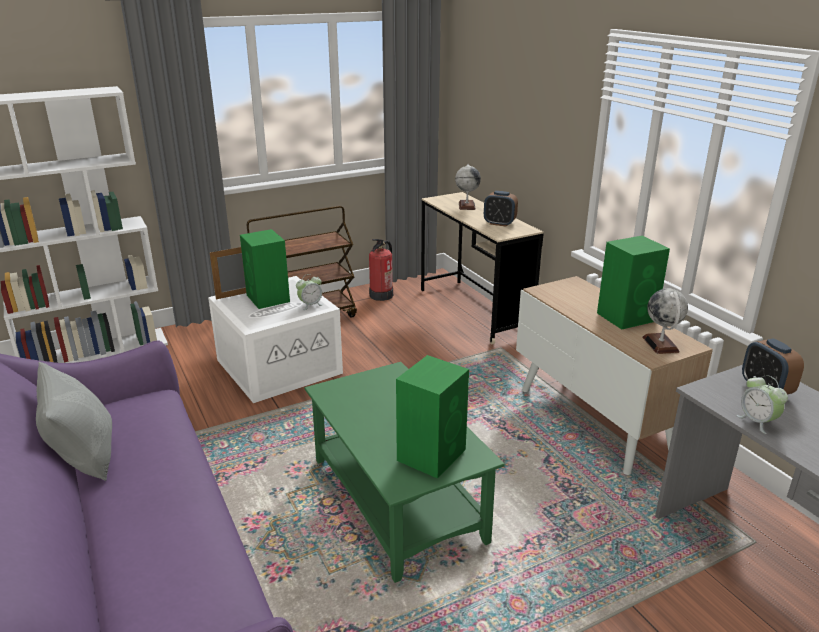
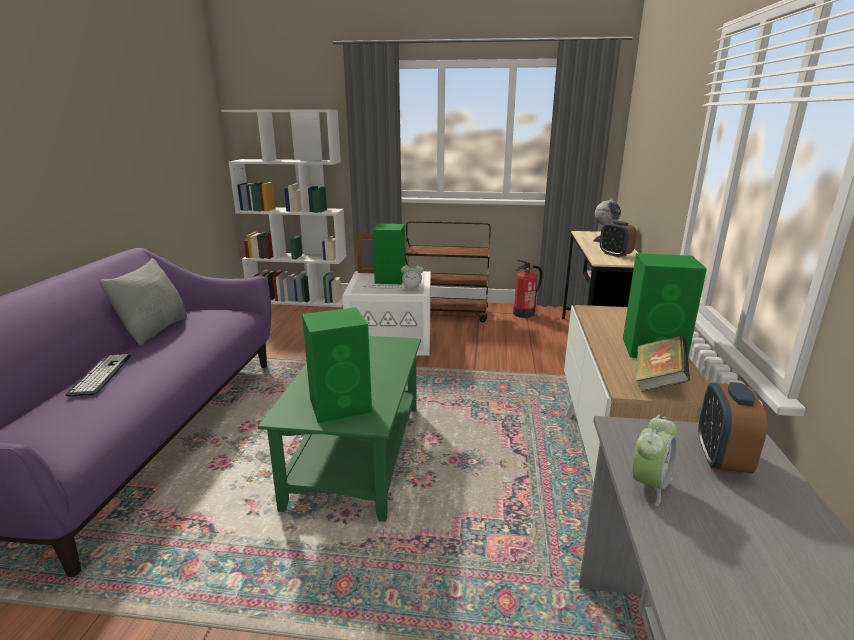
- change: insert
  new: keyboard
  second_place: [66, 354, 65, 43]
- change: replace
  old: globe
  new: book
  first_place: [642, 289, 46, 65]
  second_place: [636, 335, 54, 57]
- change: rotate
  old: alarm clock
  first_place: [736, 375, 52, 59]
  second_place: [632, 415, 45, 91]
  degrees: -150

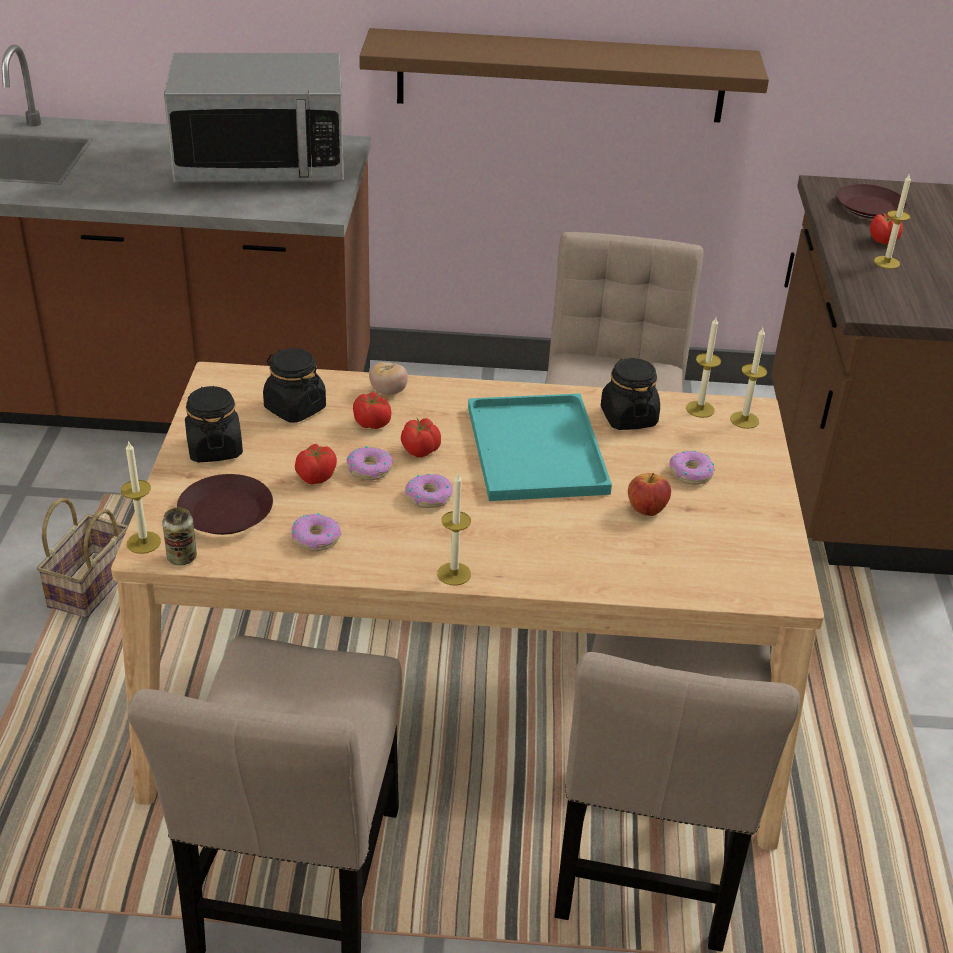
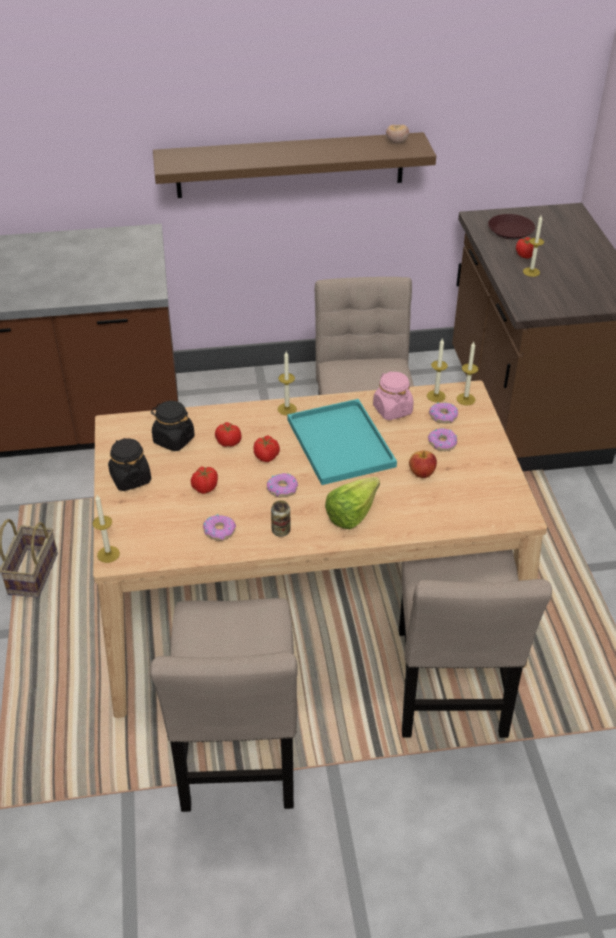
- change: delete
  old: microwave
  first_place: [164, 53, 180, 130]
- change: delete
  old: brown plate
  first_place: [177, 474, 96, 61]
- change: insert
  new: lettuce
  second_place: [325, 477, 55, 53]
- change: move
  old: can
  first_place: [162, 508, 35, 57]
  second_place: [271, 500, 20, 37]
- change: move
  old: donut
  first_place: [347, 446, 47, 34]
  second_place: [429, 402, 29, 21]
- change: move
  old: tomato
  first_place: [369, 362, 39, 33]
  second_place: [386, 124, 23, 19]
- change: move
  old: candle
  first_place: [437, 474, 34, 112]
  second_place: [278, 351, 19, 64]
- change: recolor
  old: black jar
  new: pink jar
  first_place: [601, 358, 59, 72]
  second_place: [373, 371, 41, 49]

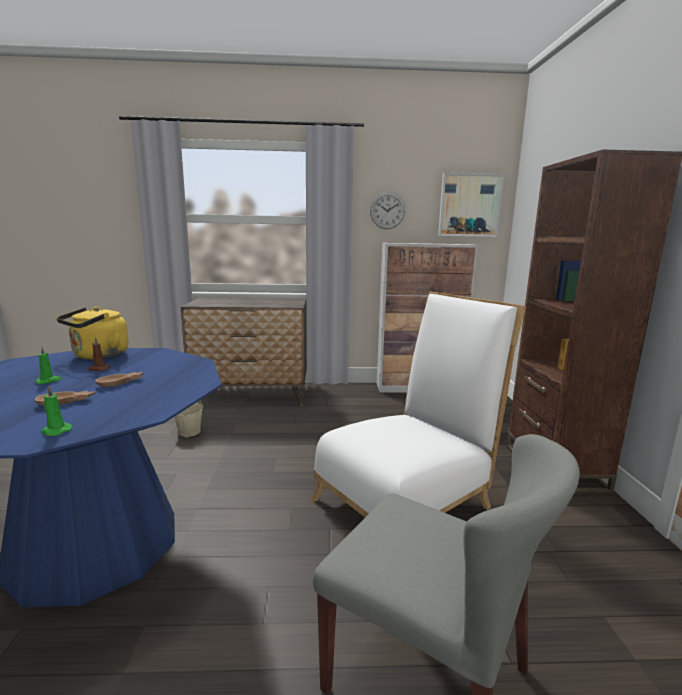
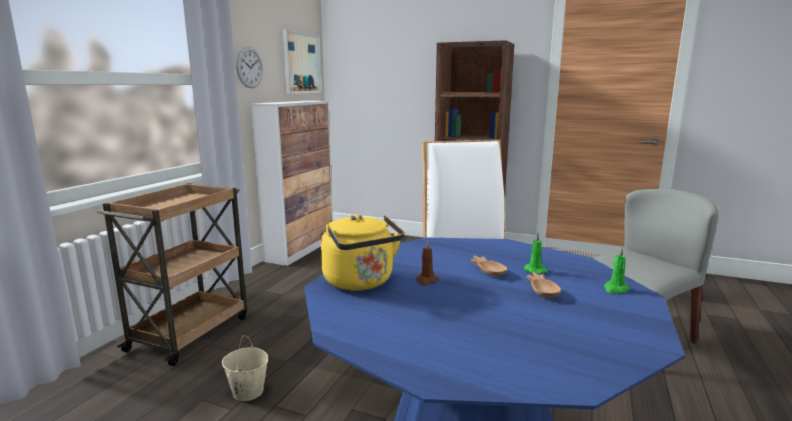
- change: move
  old: green candle
  first_place: [35, 347, 27, 37]
  second_place: [524, 233, 23, 41]
- change: replace
  old: dresser
  new: brown cart
  first_place: [181, 298, 126, 108]
  second_place: [96, 183, 151, 183]

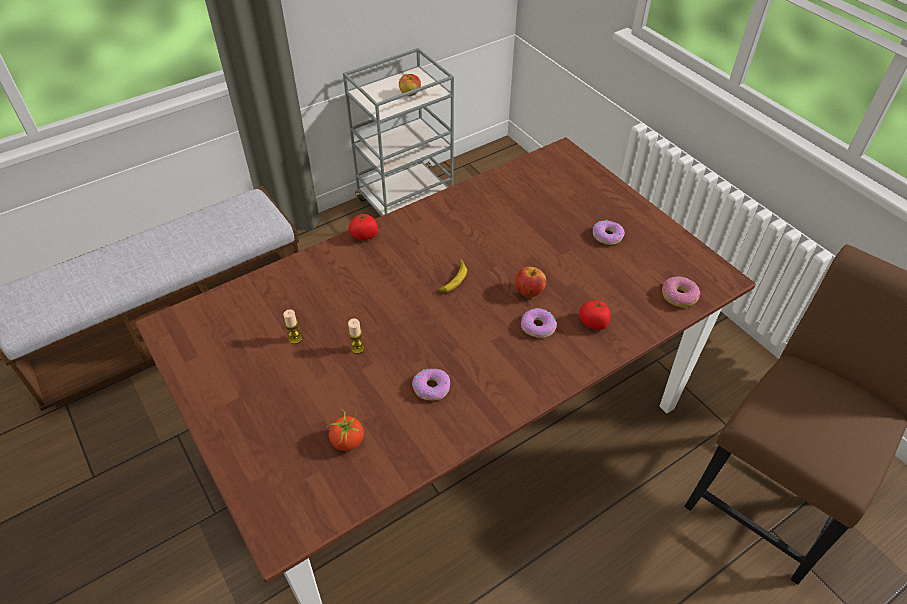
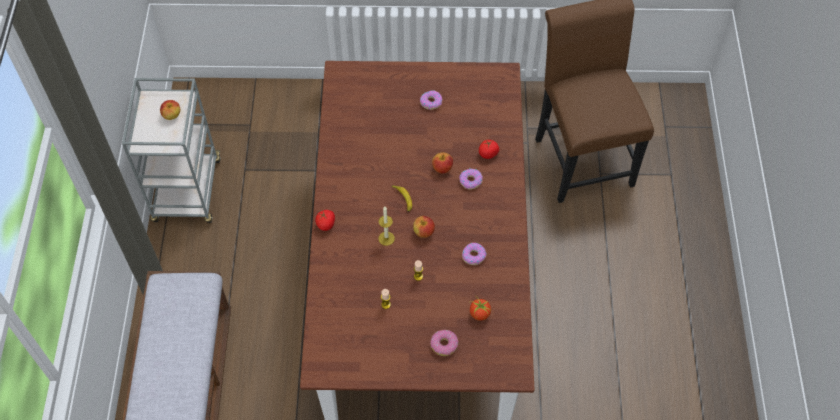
- change: insert
  new: candle
  second_place: [378, 207, 17, 39]
- change: insert
  new: apple
  second_place: [413, 216, 22, 22]
- change: move
  old: donut
  first_place: [662, 277, 38, 30]
  second_place: [430, 330, 29, 26]

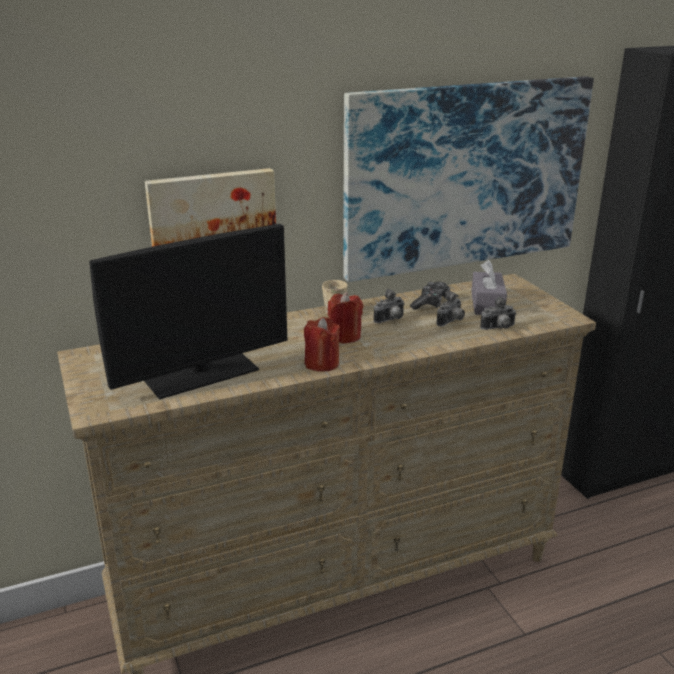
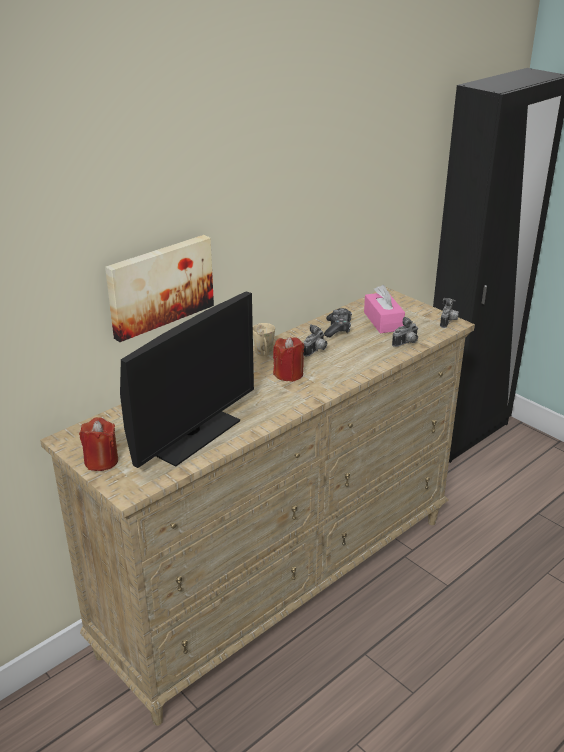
- change: delete
  old: picture
  first_place: [343, 76, 251, 206]
- change: move
  old: red candle
  first_place: [304, 317, 36, 55]
  second_place: [79, 417, 39, 54]
- change: move
  old: photo camera
  first_place: [436, 291, 29, 35]
  second_place: [440, 298, 19, 30]
- change: recolor
  old: grey tissue box
  new: pink tissue box
  first_place: [471, 260, 36, 55]
  second_place: [364, 285, 41, 48]

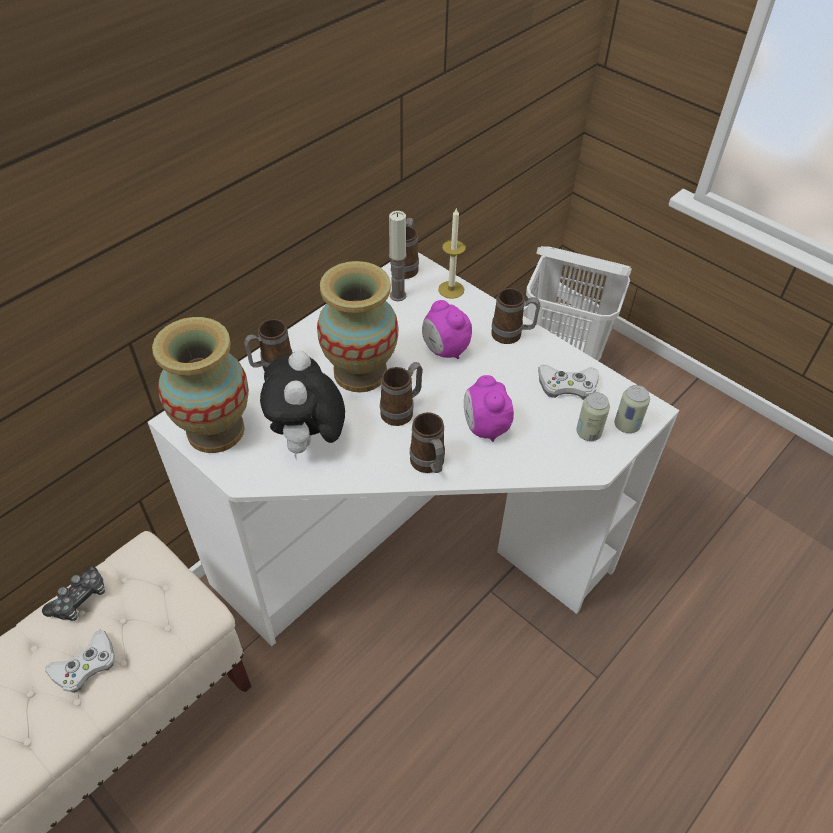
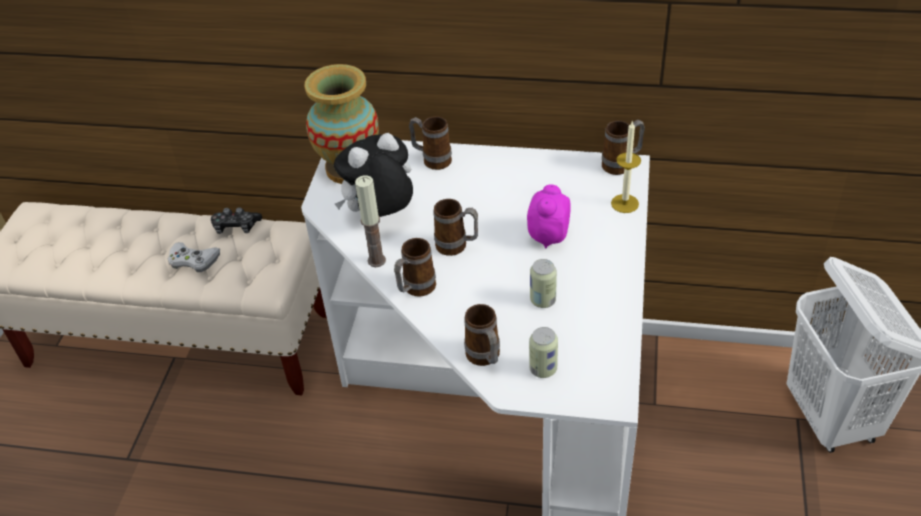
- change: delete
  old: vase
  first_place: [317, 261, 82, 131]
- change: delete
  old: alarm clock
  first_place: [464, 375, 50, 67]
- change: delete
  old: white game controller
  first_place: [538, 365, 61, 35]
- change: move
  old: candle
  first_place: [389, 211, 18, 90]
  second_place: [355, 175, 31, 92]
- change: move
  old: mug
  first_place: [491, 288, 49, 56]
  second_place: [464, 304, 36, 62]
- change: move
  old: can
  first_place: [614, 385, 36, 48]
  second_place: [530, 259, 27, 49]

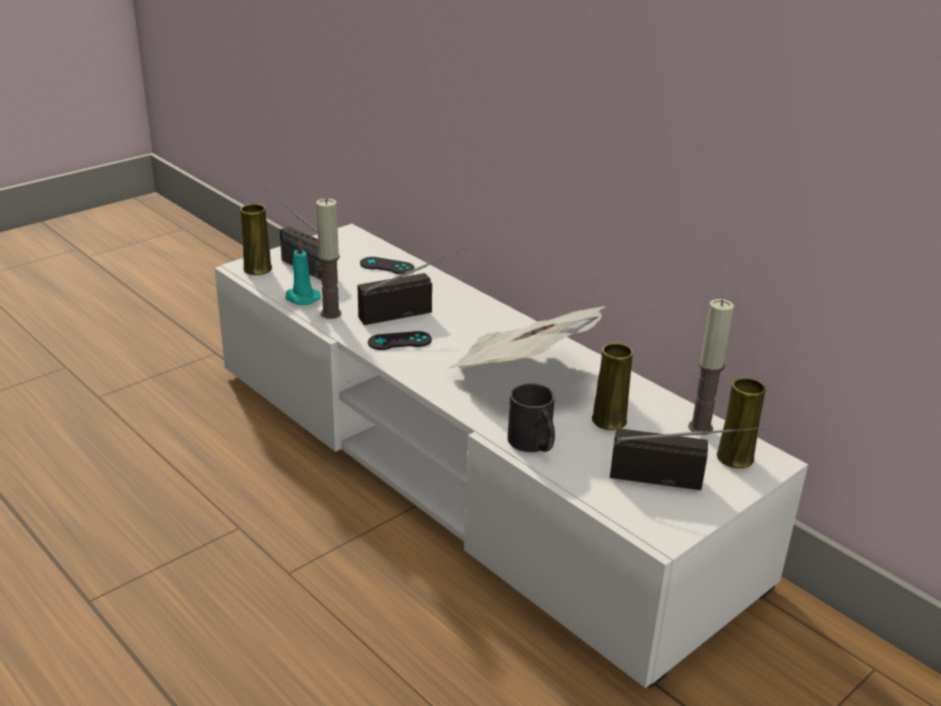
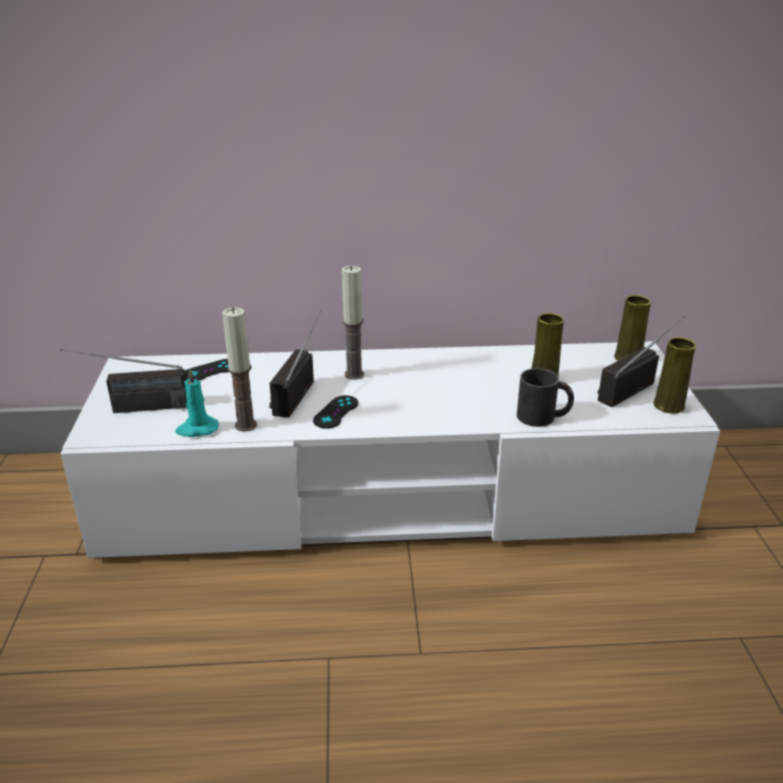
- change: delete
  old: newspaper
  first_place: [448, 306, 158, 63]
- change: move
  old: yellow vase
  first_place: [240, 204, 32, 71]
  second_place: [654, 337, 42, 77]
- change: move
  old: candle
  first_place: [688, 299, 46, 136]
  second_place: [342, 266, 22, 113]

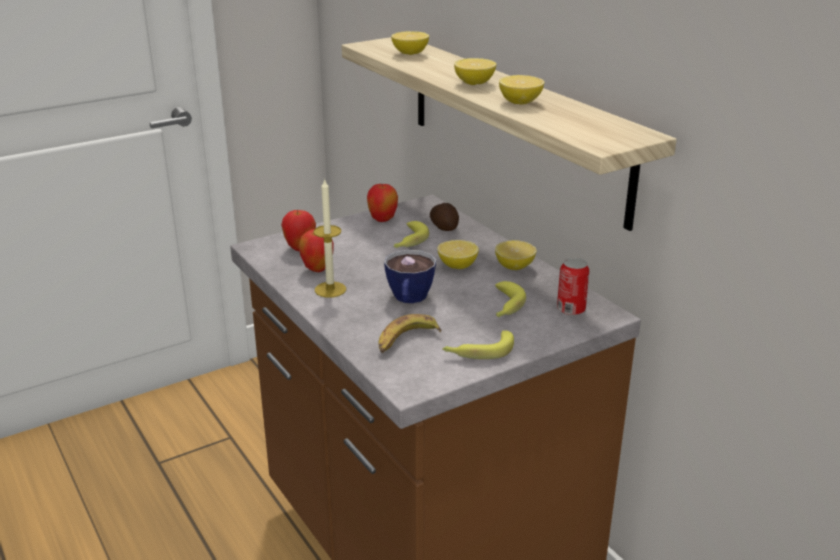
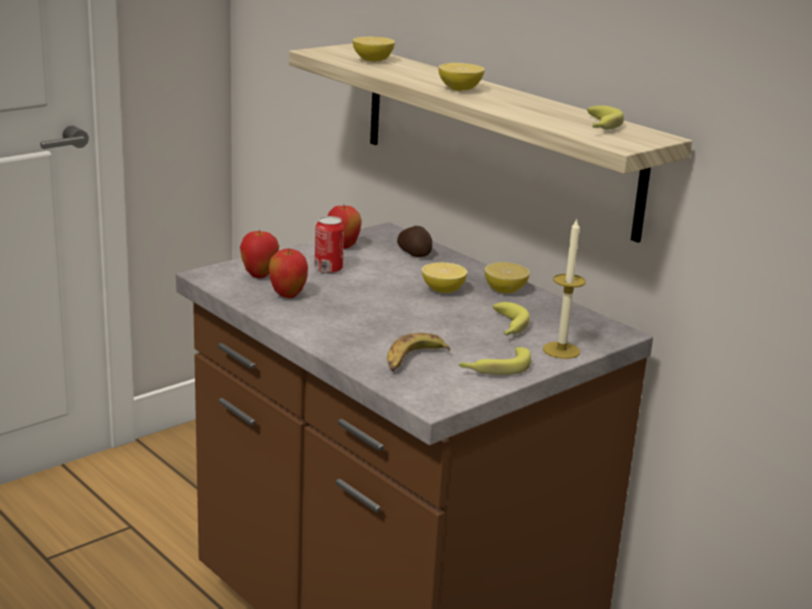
- change: delete
  old: cup
  first_place: [384, 250, 52, 53]
- change: delete
  old: lemon
  first_place: [499, 75, 45, 29]
- change: move
  old: candle
  first_place: [313, 178, 33, 120]
  second_place: [543, 218, 43, 141]
- change: move
  old: banana
  first_place: [394, 221, 35, 27]
  second_place: [587, 105, 37, 25]
- change: move
  old: can
  first_place: [557, 257, 32, 59]
  second_place: [315, 216, 29, 58]

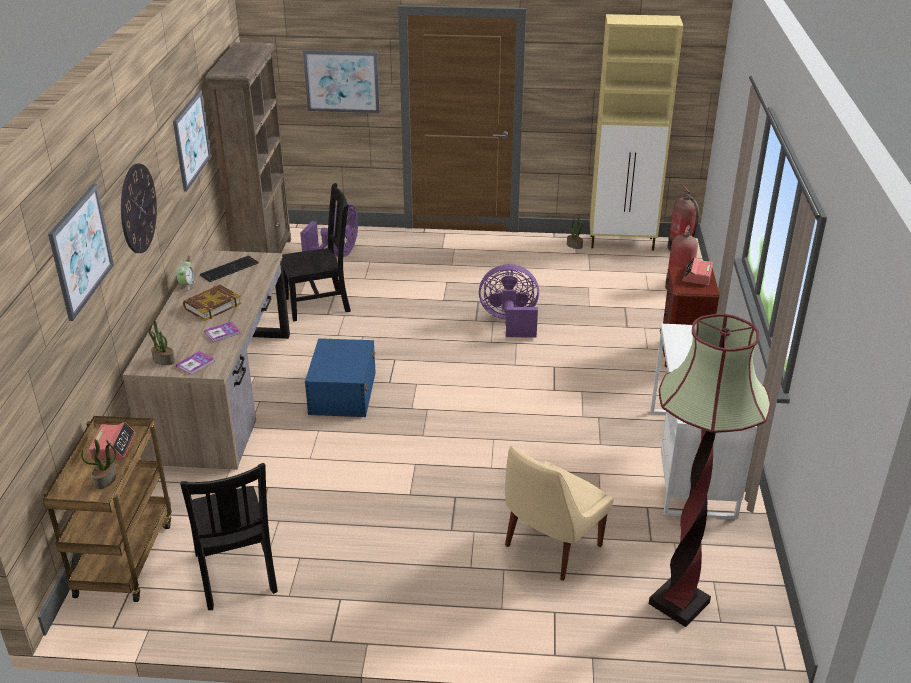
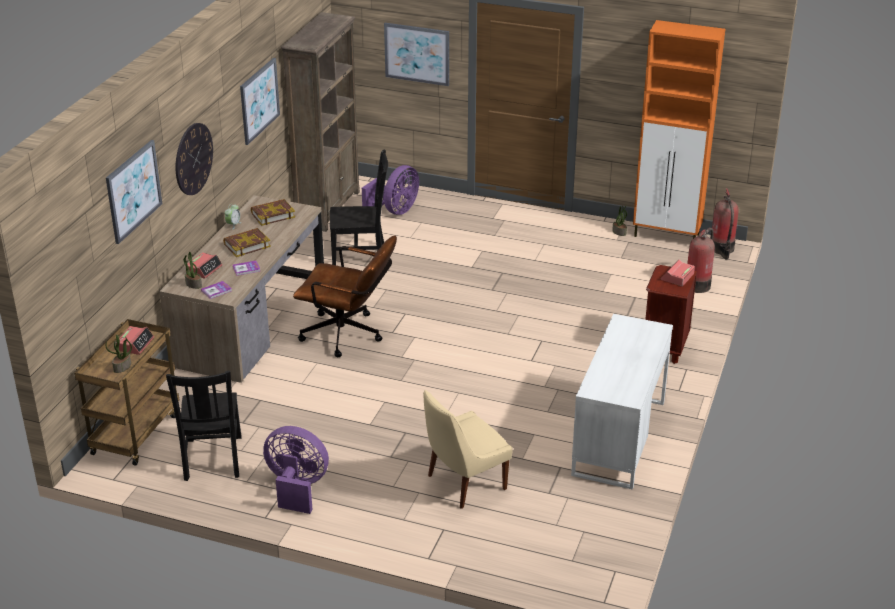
- change: delete
  old: floor lamp
  first_place: [649, 314, 122, 313]
- change: insert
  new: alarm clock
  second_place: [187, 253, 35, 26]
- change: move
  old: purple fan
  first_place: [479, 264, 60, 74]
  second_place: [263, 426, 66, 88]
- change: replace
  old: keyboard
  new: book
  first_place: [200, 255, 59, 27]
  second_place: [251, 199, 44, 27]
- change: replace
  old: blue storage box
  new: brown office chair
  first_place: [305, 338, 71, 79]
  second_place: [293, 235, 104, 122]
- change: recolor
  old: beige cabinet
  new: orange cabinet
  first_place: [590, 14, 93, 236]
  second_place: [633, 20, 92, 218]

